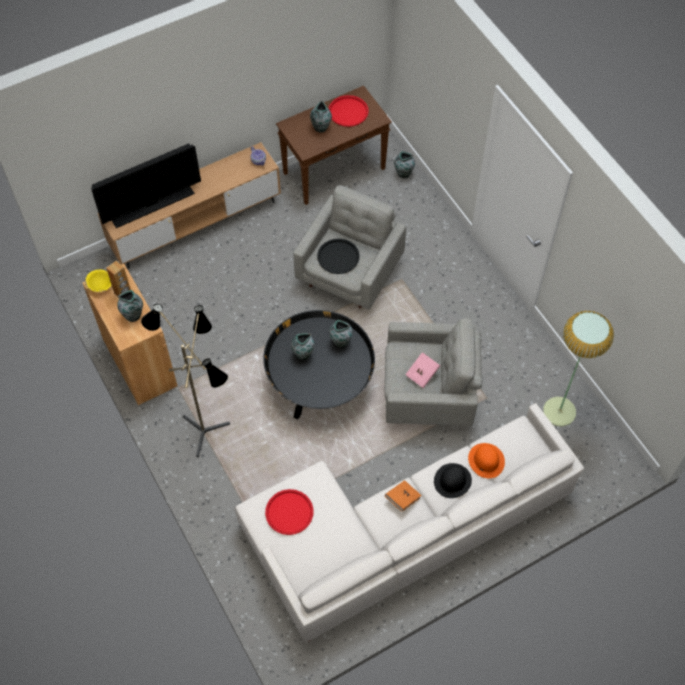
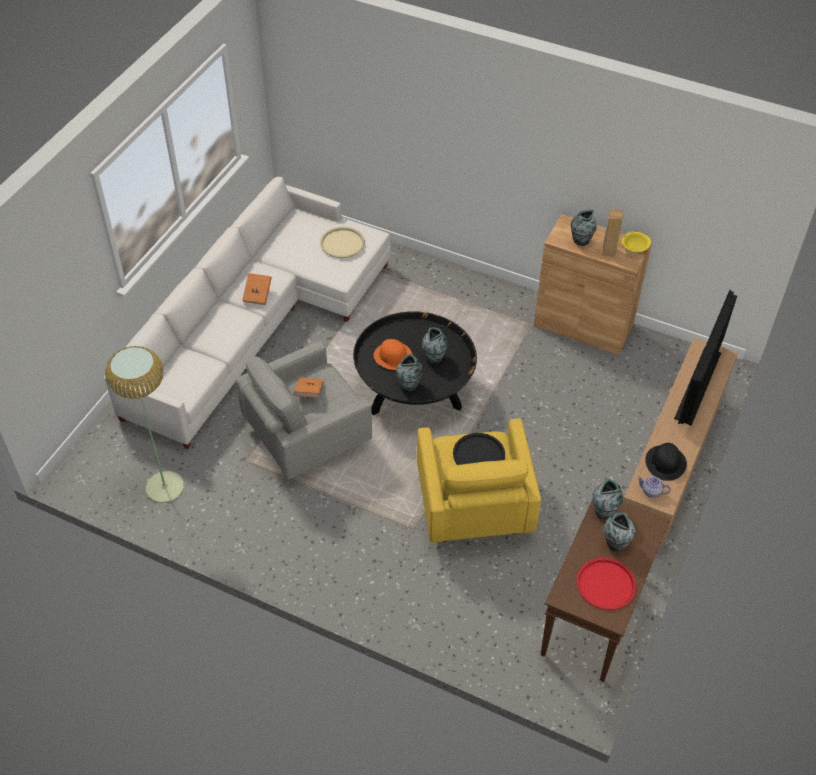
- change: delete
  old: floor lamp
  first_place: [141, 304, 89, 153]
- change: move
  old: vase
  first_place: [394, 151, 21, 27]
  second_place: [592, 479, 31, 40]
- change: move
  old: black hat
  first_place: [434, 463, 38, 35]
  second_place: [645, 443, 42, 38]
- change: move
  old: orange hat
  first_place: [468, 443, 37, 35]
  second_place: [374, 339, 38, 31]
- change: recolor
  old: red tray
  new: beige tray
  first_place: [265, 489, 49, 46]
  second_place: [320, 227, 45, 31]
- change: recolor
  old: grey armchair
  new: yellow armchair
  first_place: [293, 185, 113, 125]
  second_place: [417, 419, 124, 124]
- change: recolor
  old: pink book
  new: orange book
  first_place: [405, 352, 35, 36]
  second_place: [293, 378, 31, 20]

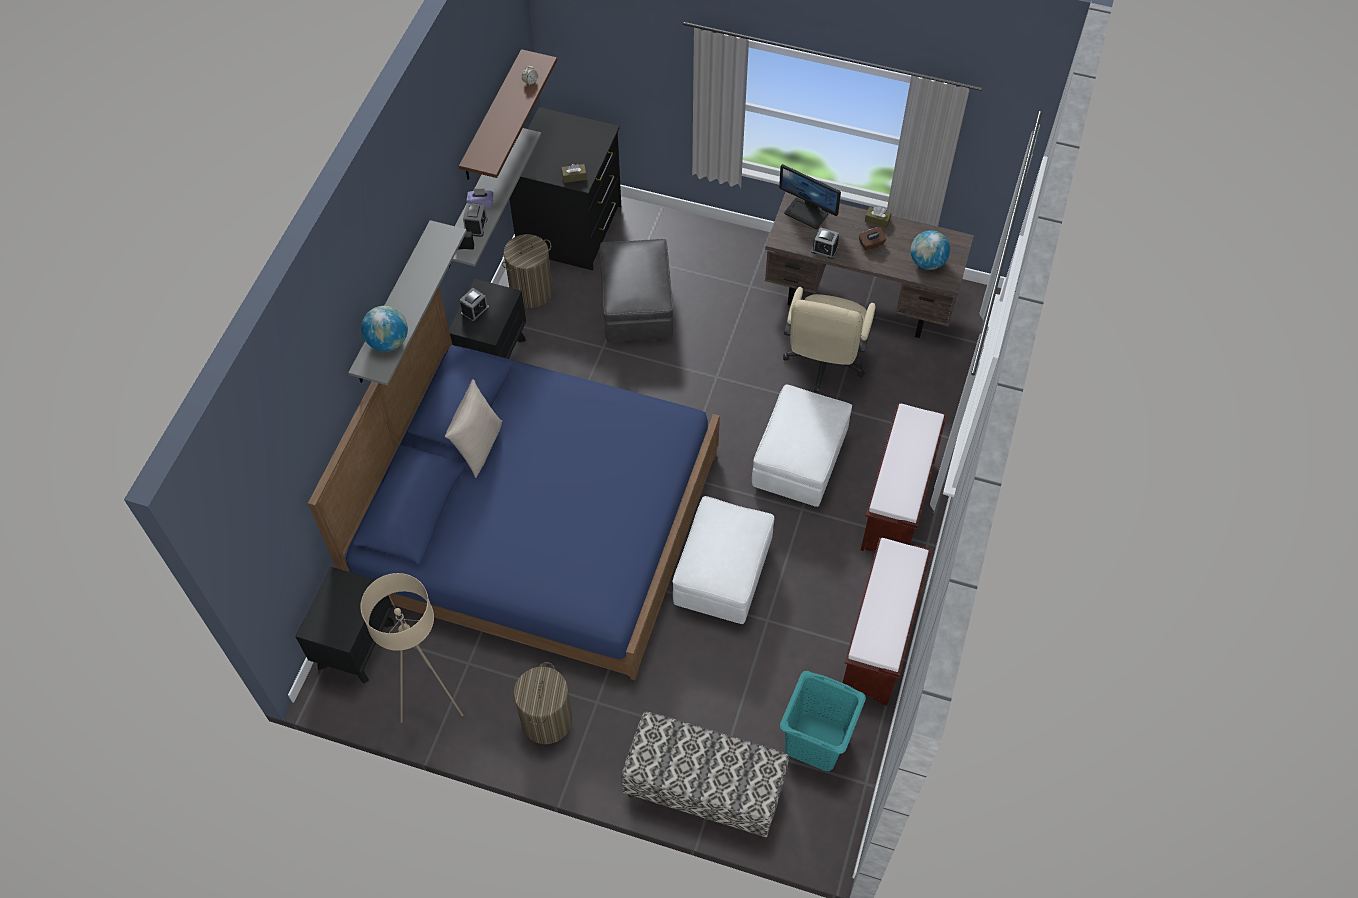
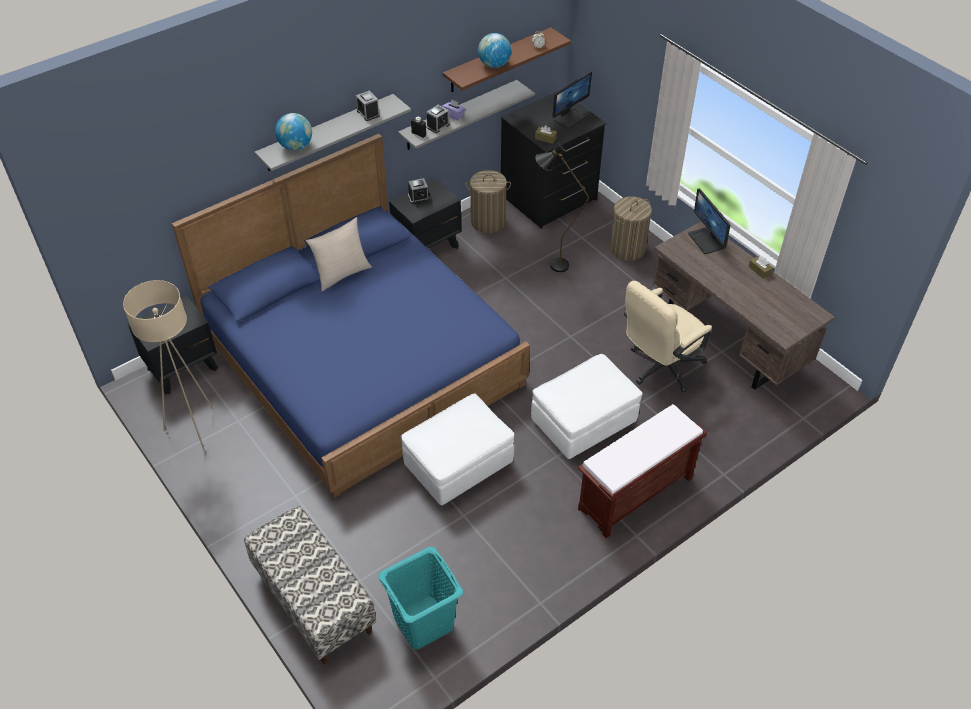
- change: delete
  old: brown bench
  first_place: [843, 537, 89, 169]
- change: delete
  old: brown tissue box
  first_place: [859, 227, 27, 24]
- change: insert
  new: monitor
  second_place: [552, 71, 40, 58]
- change: move
  old: laundry basket
  first_place: [514, 662, 58, 82]
  second_place: [610, 196, 42, 65]
- change: move
  old: alarm clock
  first_place: [811, 227, 28, 32]
  second_place: [356, 91, 24, 30]
- change: move
  old: globe
  first_place: [911, 230, 39, 40]
  second_place: [478, 33, 33, 35]
- change: replace
  old: grey ottoman
  new: black floor lamp
  first_place: [599, 239, 74, 103]
  second_place: [535, 143, 54, 129]

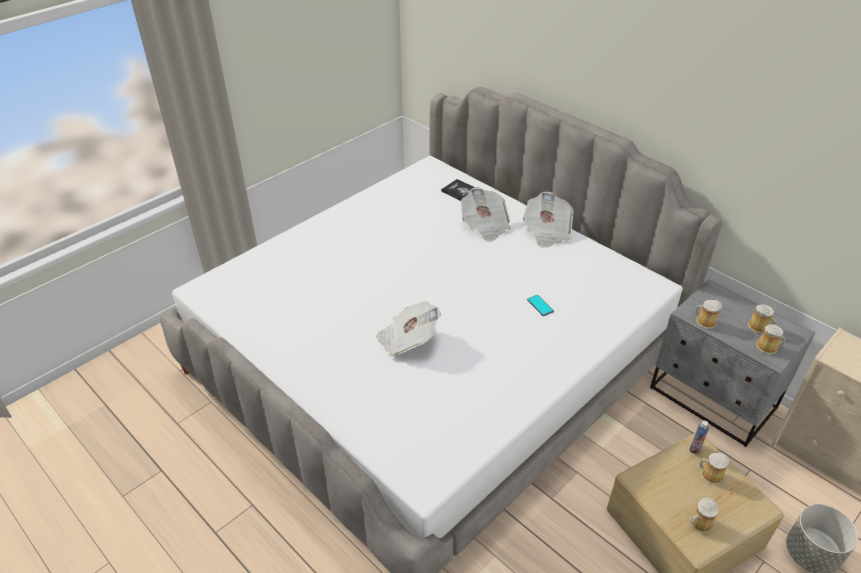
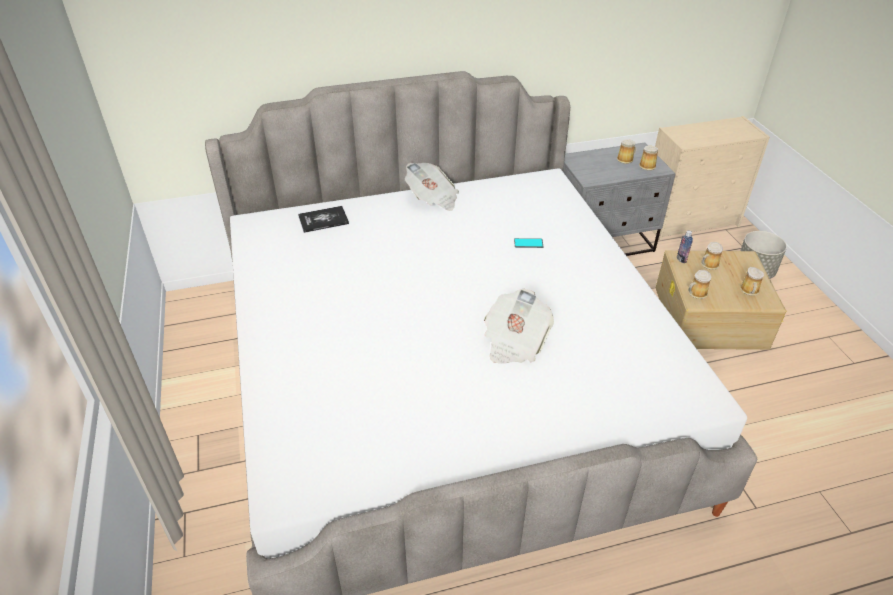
- change: delete
  old: newspaper
  first_place: [461, 187, 50, 55]
- change: move
  old: mug
  first_place: [696, 300, 26, 29]
  second_place: [688, 270, 23, 29]

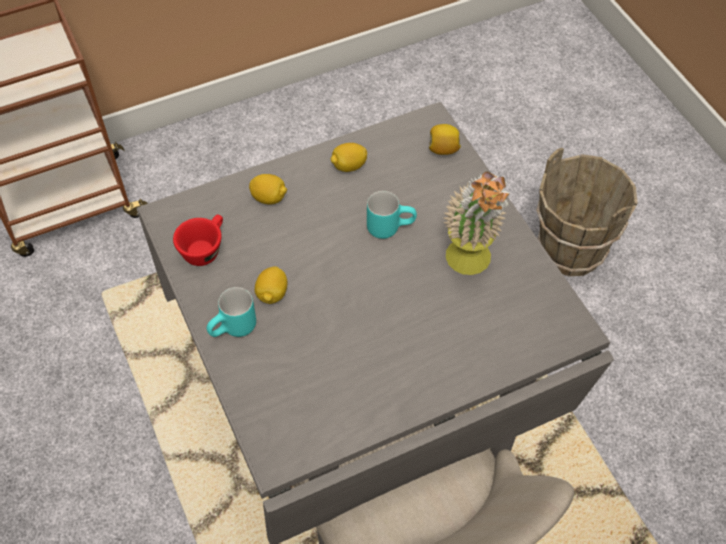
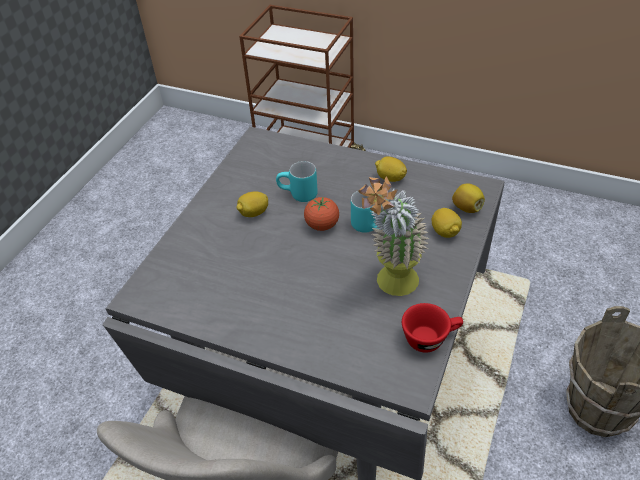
- change: insert
  new: tomato
  second_place: [304, 197, 35, 34]
- change: move
  old: red cup
  first_place: [173, 214, 50, 52]
  second_place: [402, 303, 61, 49]
- change: move
  old: turquoise mug
  first_place: [207, 287, 49, 50]
  second_place: [276, 161, 42, 41]
- change: move
  old: lemon
  first_place: [249, 174, 38, 31]
  second_place: [432, 208, 30, 30]

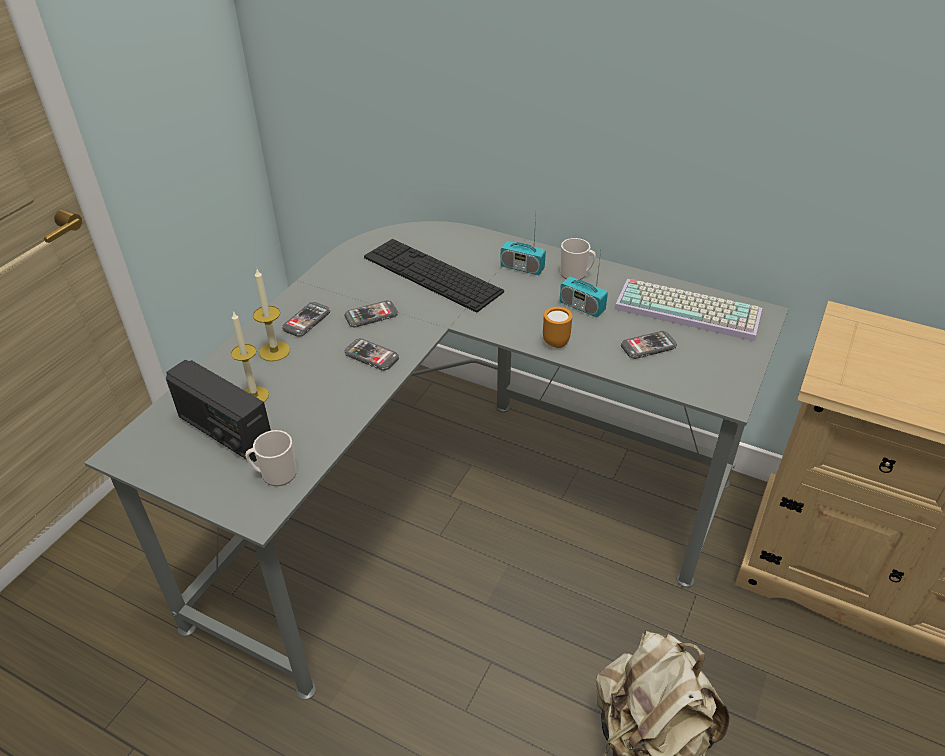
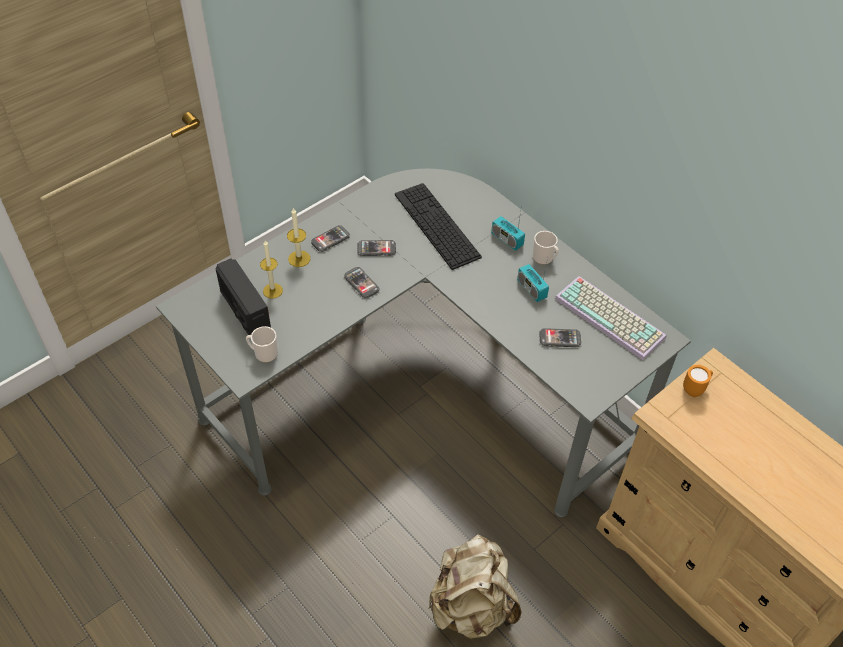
- change: move
  old: orange mug
  first_place: [543, 307, 29, 41]
  second_place: [683, 365, 30, 32]

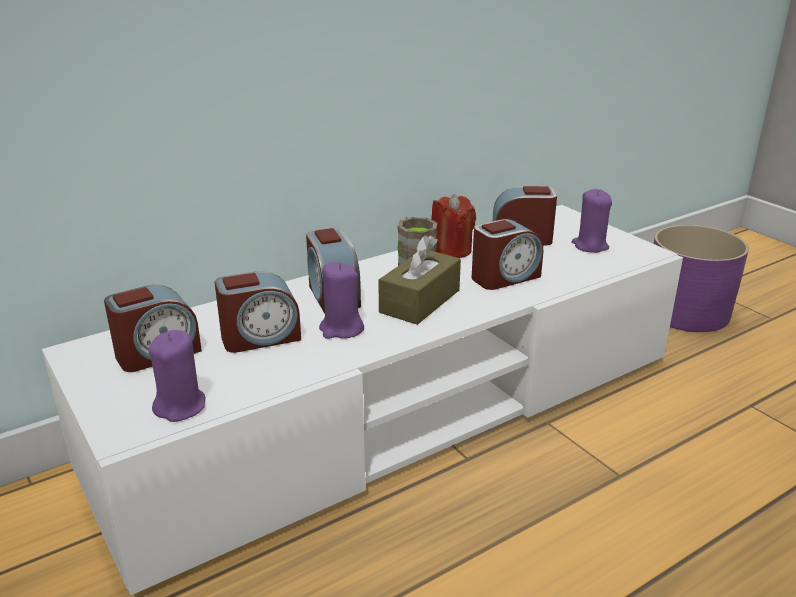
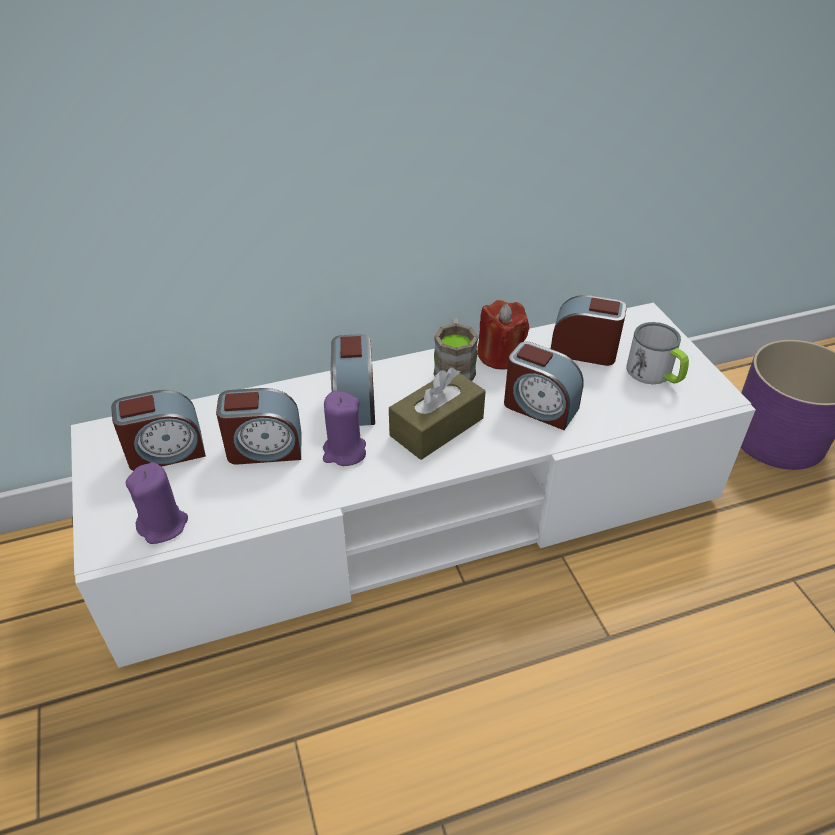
- change: replace
  old: purple candle
  new: mug
  first_place: [572, 189, 40, 64]
  second_place: [627, 322, 62, 62]
- change: rotate
  old: alarm clock
  first_place: [472, 219, 71, 71]
  second_place: [504, 341, 80, 89]
  degrees: 45

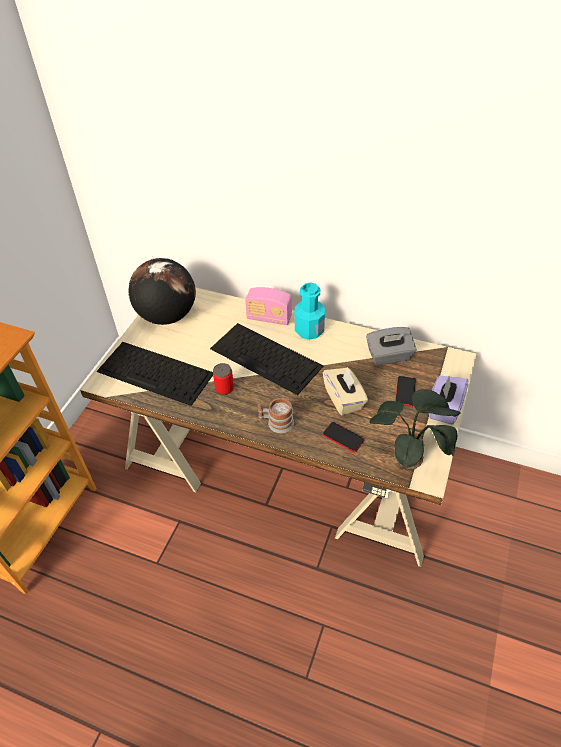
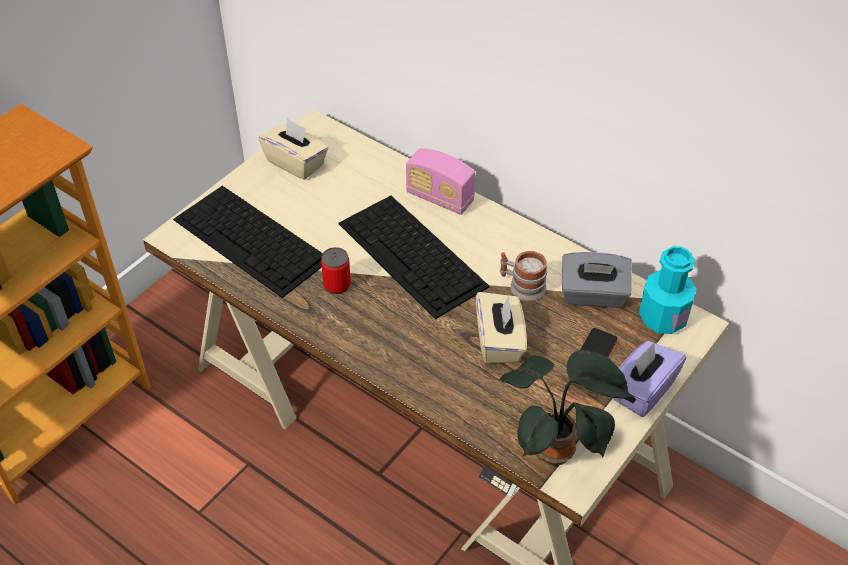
- change: delete
  old: phone
  first_place: [323, 422, 41, 31]
- change: move
  old: mug
  first_place: [258, 398, 36, 35]
  second_place: [500, 251, 47, 50]
- change: move
  old: turquoise bottle
  first_place: [295, 282, 30, 58]
  second_place: [639, 246, 58, 88]
- change: replace
  old: globe
  new: beige tissue box
  first_place: [128, 258, 68, 67]
  second_place: [259, 118, 70, 62]

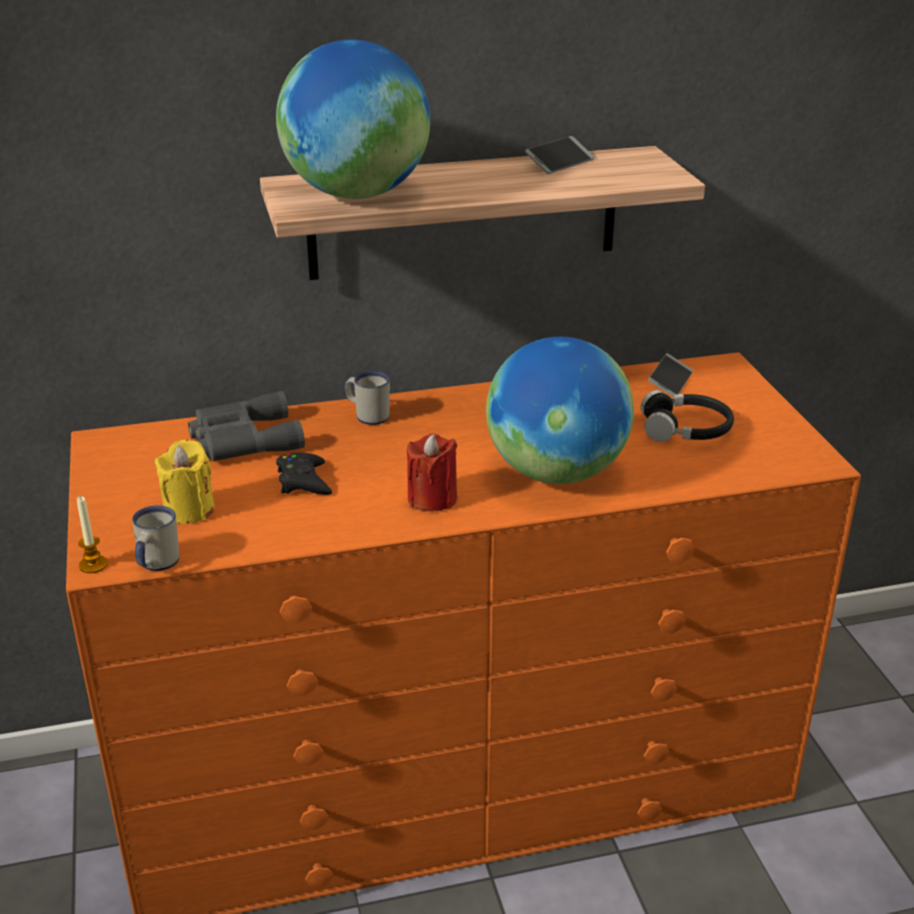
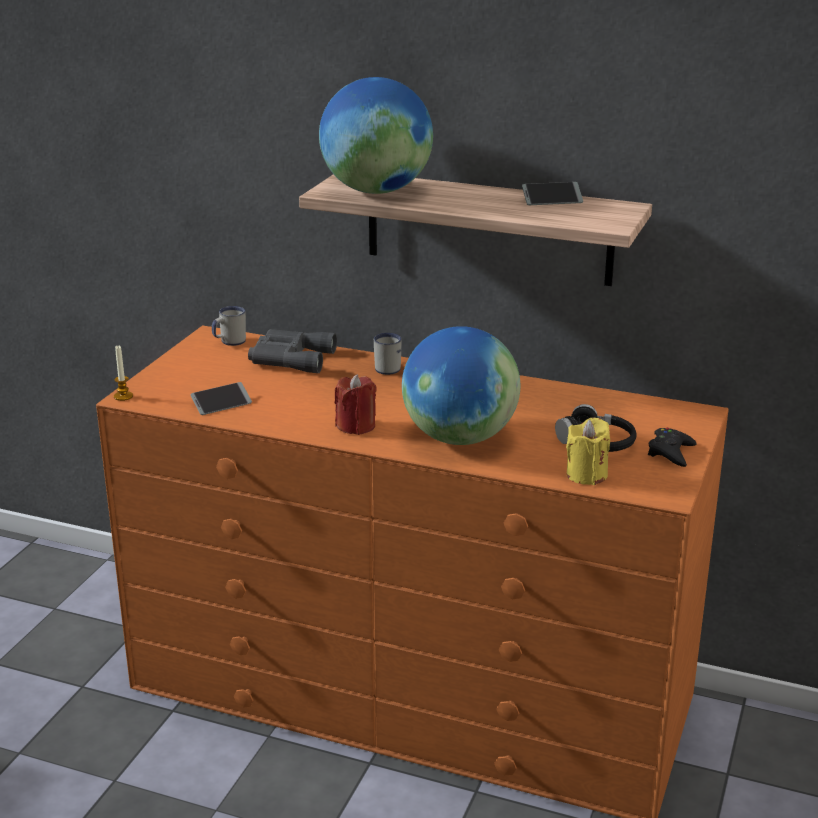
- change: move
  old: white mug
  first_place: [132, 505, 47, 66]
  second_place: [212, 306, 34, 40]
- change: move
  old: yellow candle
  first_place: [155, 439, 60, 85]
  second_place: [566, 418, 44, 67]
- change: move
  old: black game controller
  first_place: [276, 452, 56, 43]
  second_place: [648, 428, 49, 39]
- change: move
  old: phone
  first_place: [648, 353, 45, 44]
  second_place: [190, 382, 62, 33]

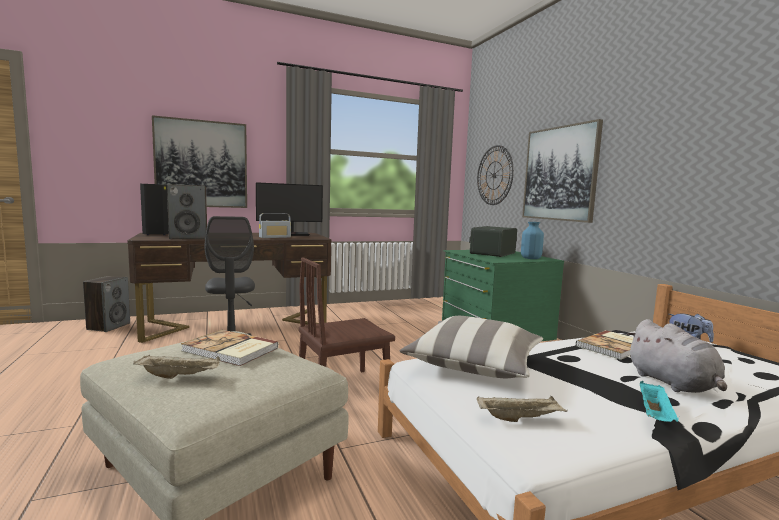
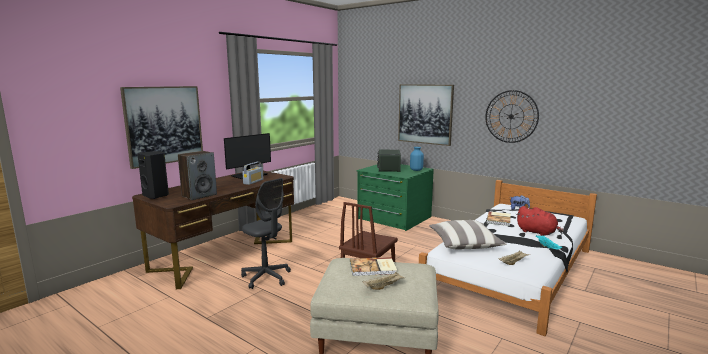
- change: delete
  old: speaker
  first_place: [83, 276, 47, 56]
- change: move
  old: wall clock
  first_place: [477, 145, 37, 60]
  second_place: [485, 90, 54, 53]
- change: recolor
  old: grey plush toy
  new: red plush toy
  first_place: [626, 319, 101, 74]
  second_place: [516, 206, 48, 30]

